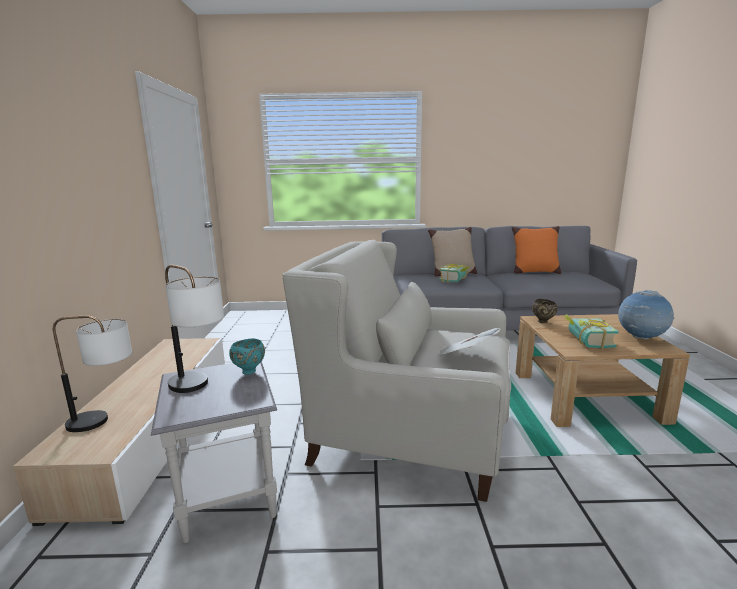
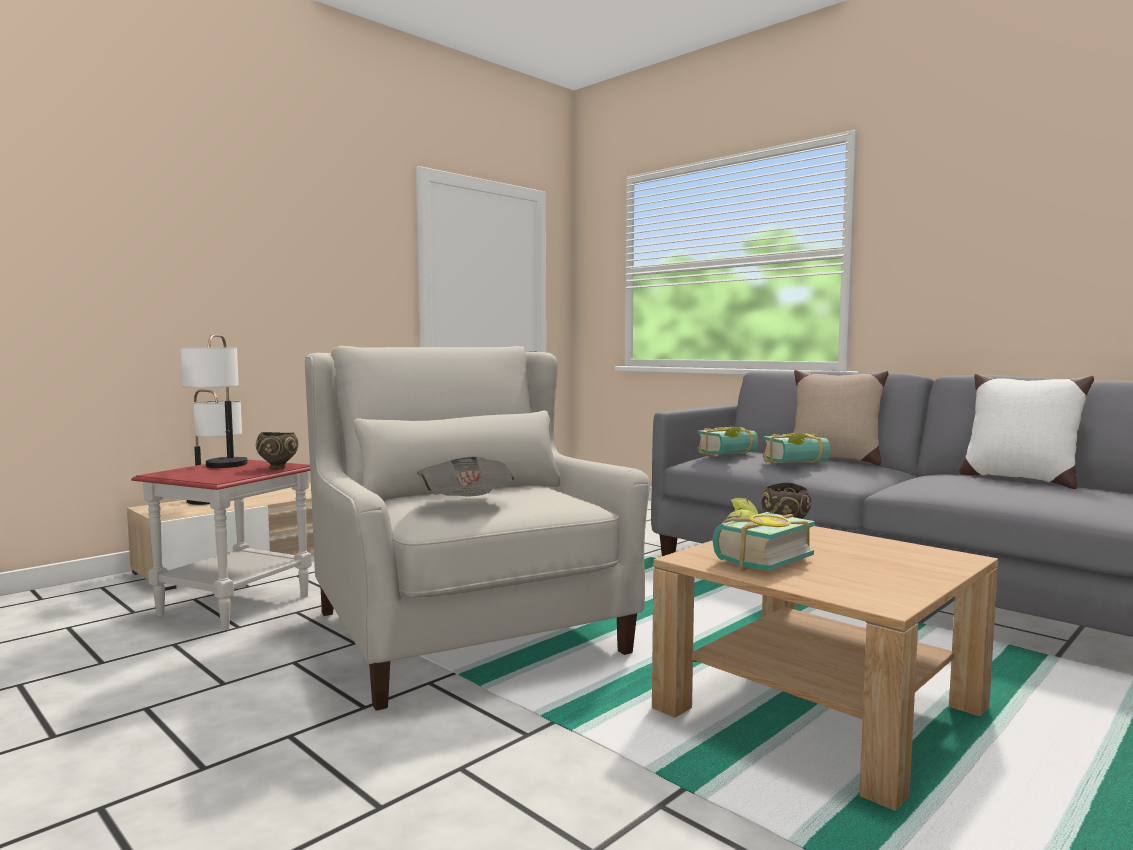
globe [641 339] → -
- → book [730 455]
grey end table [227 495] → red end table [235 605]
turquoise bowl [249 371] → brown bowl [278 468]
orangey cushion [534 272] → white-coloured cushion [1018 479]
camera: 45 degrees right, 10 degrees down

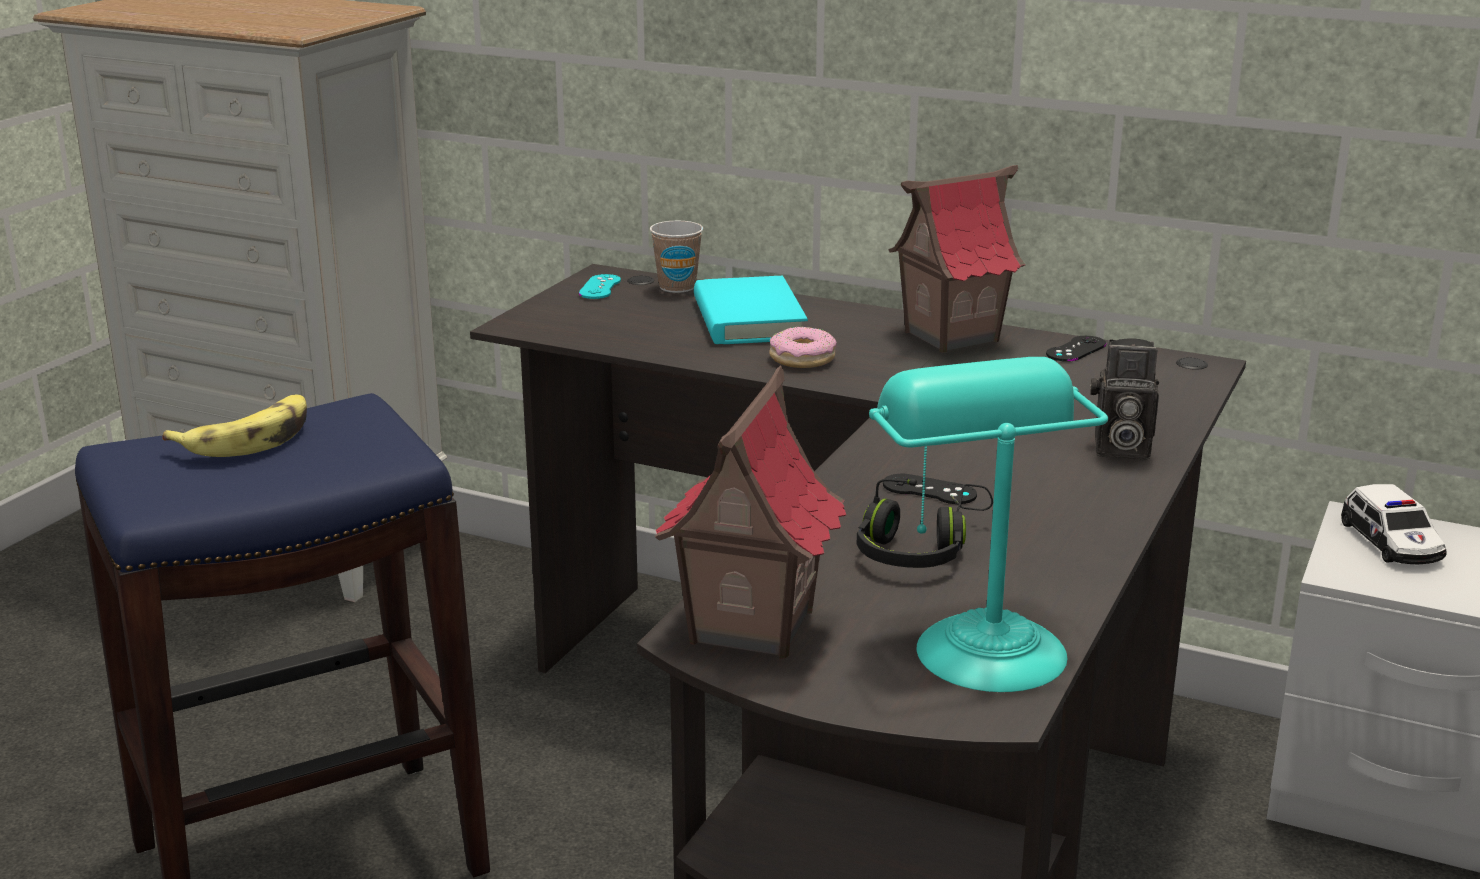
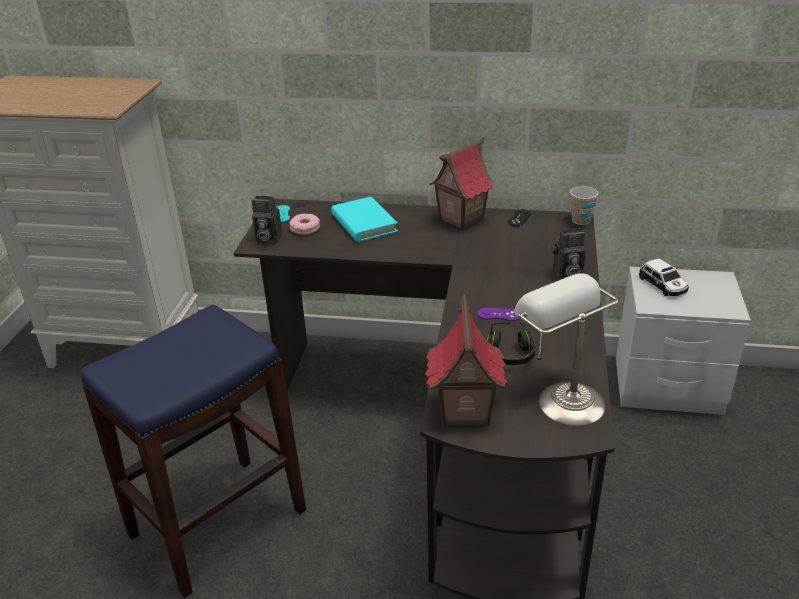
banana fruit [249 439] → -
- → still camera [267 239]
drinking cup [677 287] → drinking cup [581 220], move
donut [802 358] → donut [305 229], move
turquoise table lamp [974 636] → white-coloured table lamp [560 396]
black joypad [929 490] → purple joypad [499 314]
camera: 15 degrees left, 10 degrees up

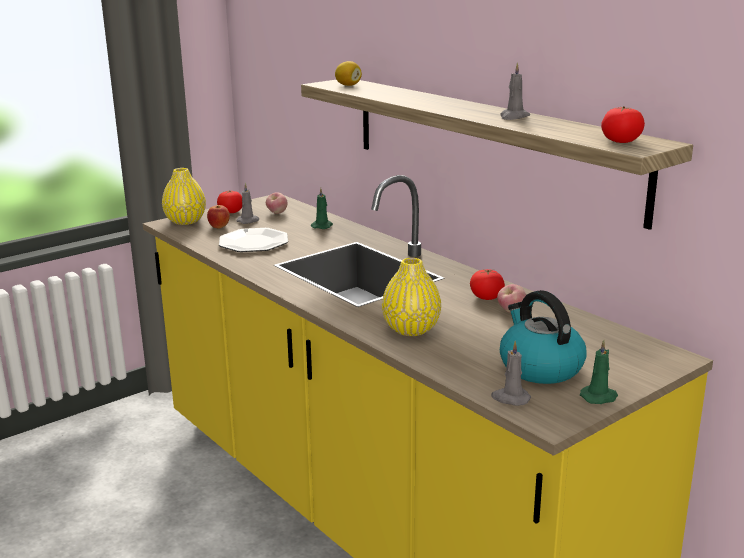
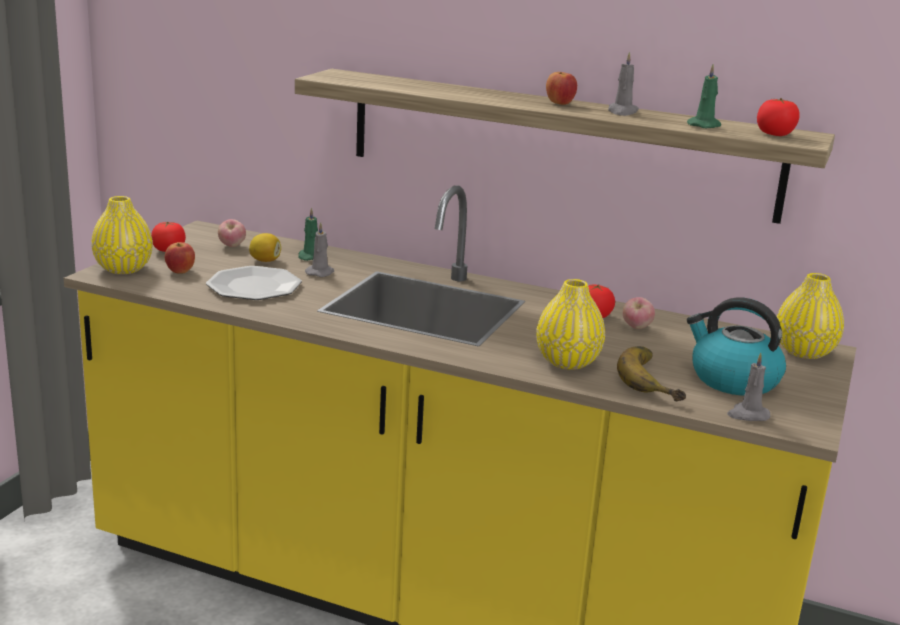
- → apple fruit [560 103]
- → banana fruit [656 380]
- → yellowish decorative vase [804 352]
grey candle [248 221] → grey candle [320 272], move
citrus fruit [348 85] → citrus fruit [265 260], move
green-coloured candle [599 397] → green-coloured candle [704 126], move
camera: 30 degrees left, 0 degrees up

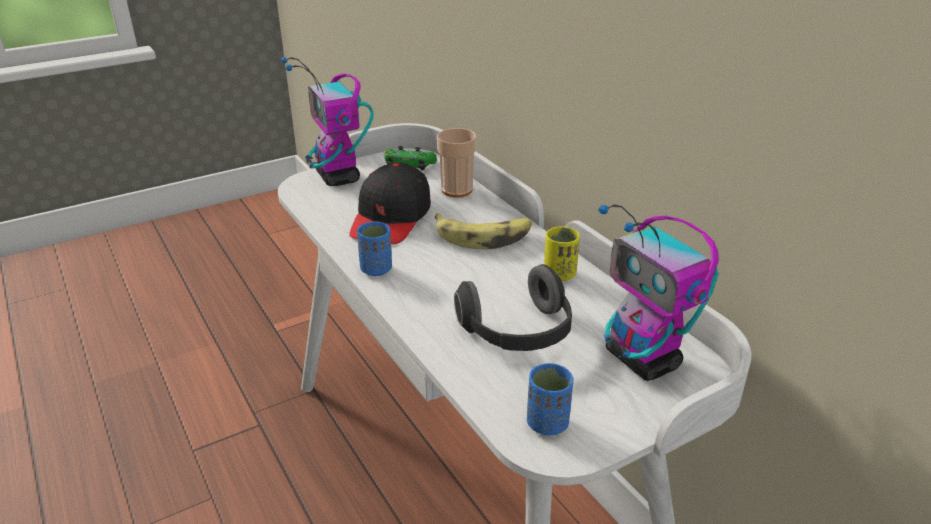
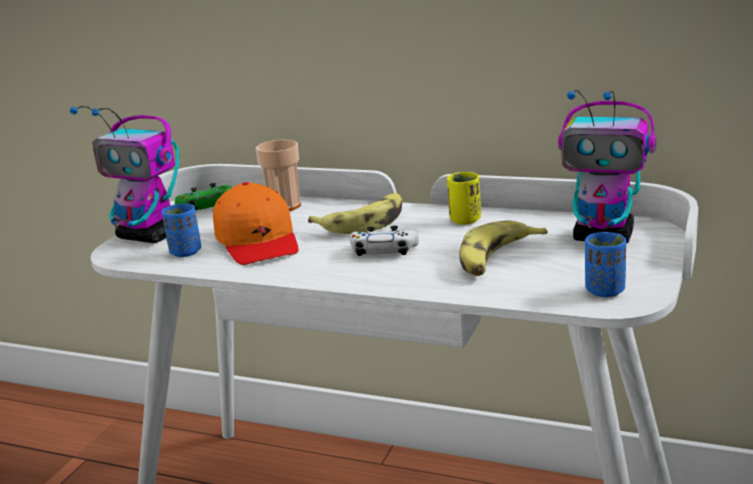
- → white-coloured joypad [384 251]
blue drinking cup [376 269] → blue drinking cup [185 252], move
headphones [518 333] → banana fruit [497 259]
black peaked cap [391 218] → orangey peaked cap [258 241]
camera: 35 degrees left, 10 degrees down

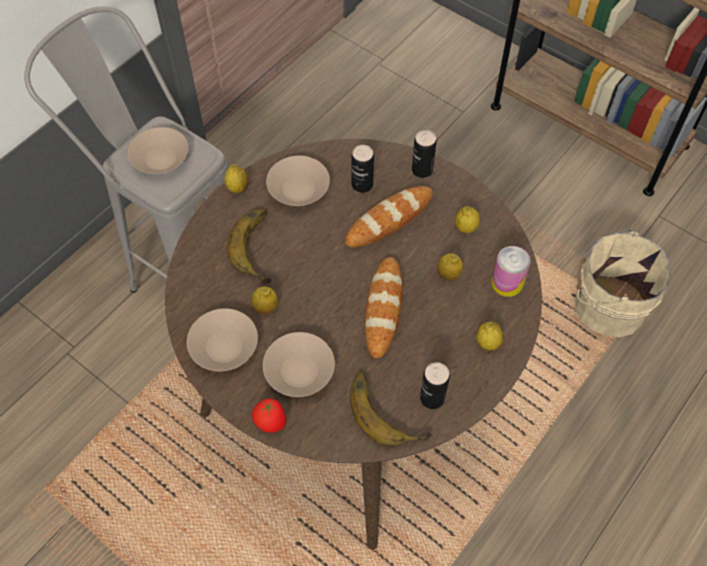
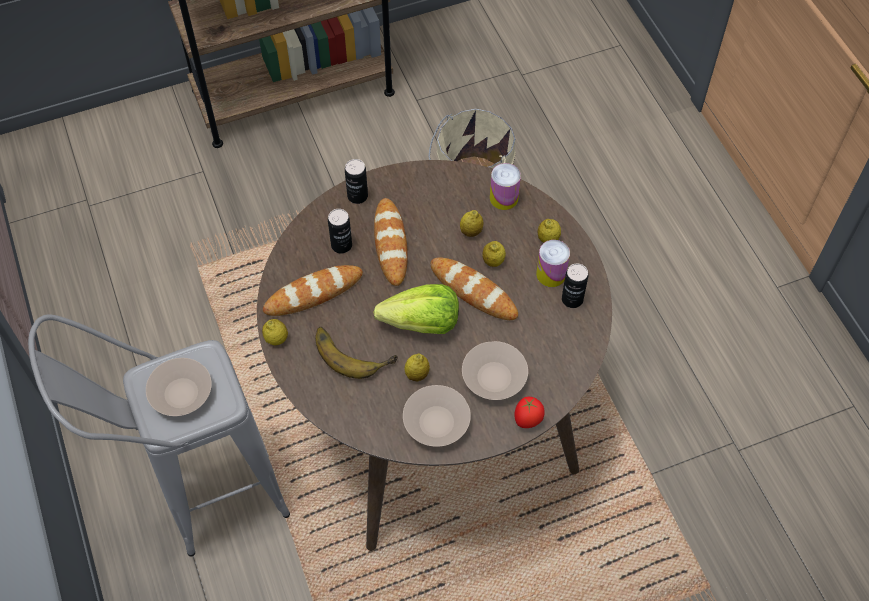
banana fruit [388 409] → -
- → lettuce head [422 324]
- → can [551 274]
citrus fruit [466 228] → citrus fruit [493 261], move
sand-coloured bowl [299 190] → bakery bread [313 293]
camera: 60 degrees left, 0 degrees up

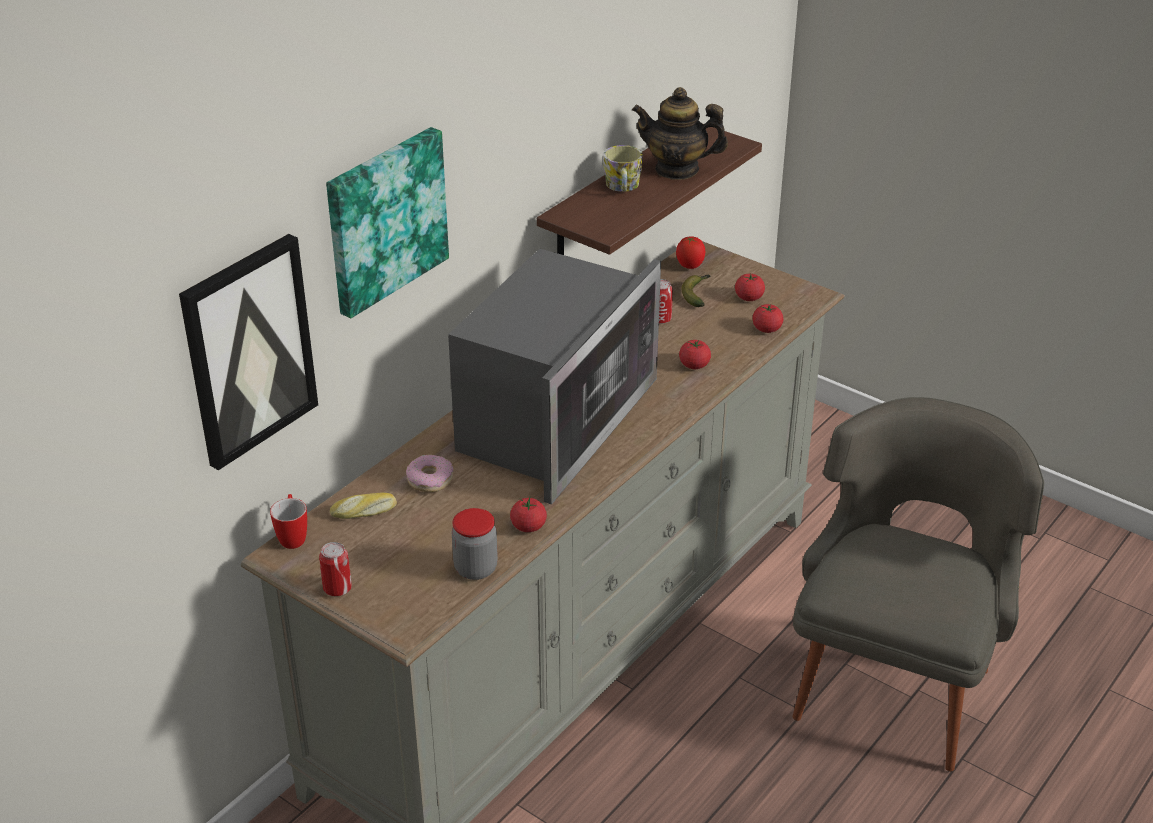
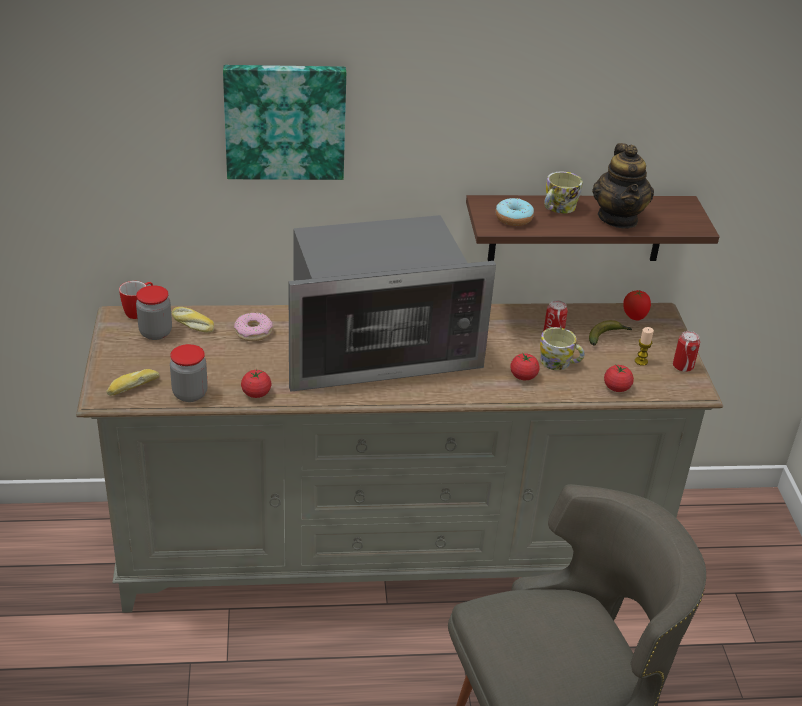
wall picture [248 350] → -
- → bakery bread [133 386]
- → jar [155 332]
- → donut [513 218]
- → tea mug [559 363]
can [337 588] → can [682 367], move
whole tomato [749 298] → candle [641 361]
tea pot [677 169] → tea pot [618 218], 150 degrees counterclockwise
camera: 45 degrees right, 0 degrees up

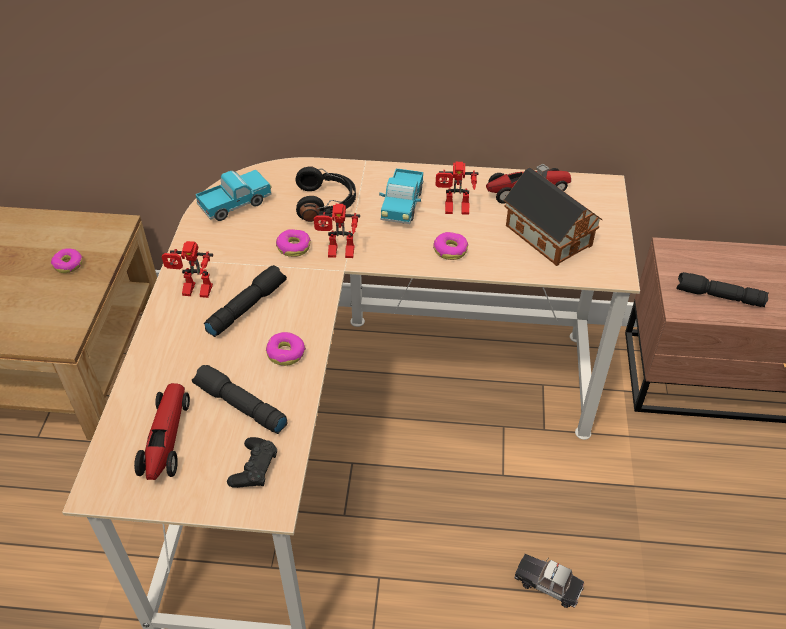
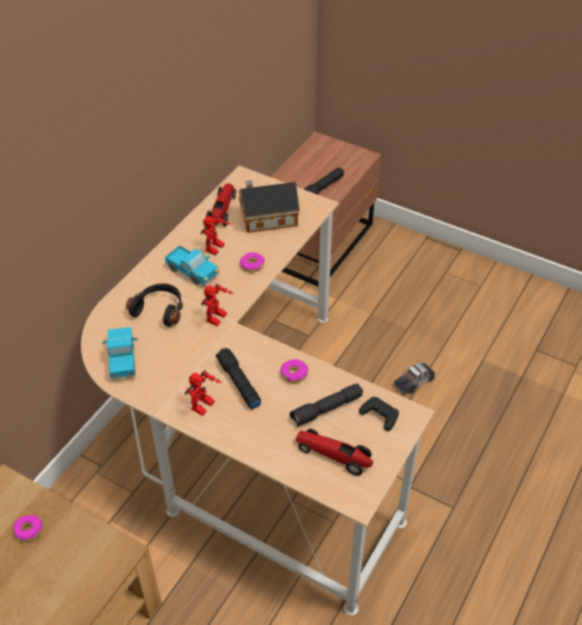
donut [294 247] → -
camera: 65 degrees left, 0 degrees up

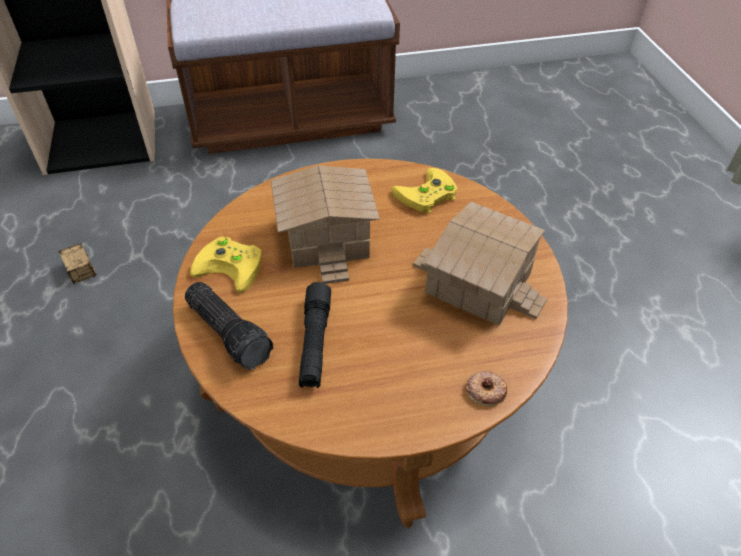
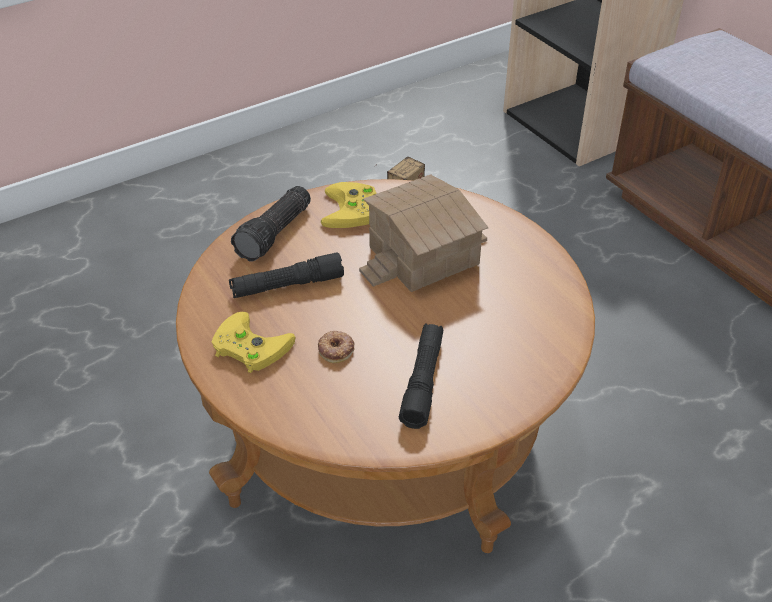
yellowish joypad [426 196] → yellowish joypad [248 346], move
donut [485 390] → donut [336 349], move
miniature house [479 281] → black flashlight [423 381]
camera: 70 degrees right, 5 degrees down

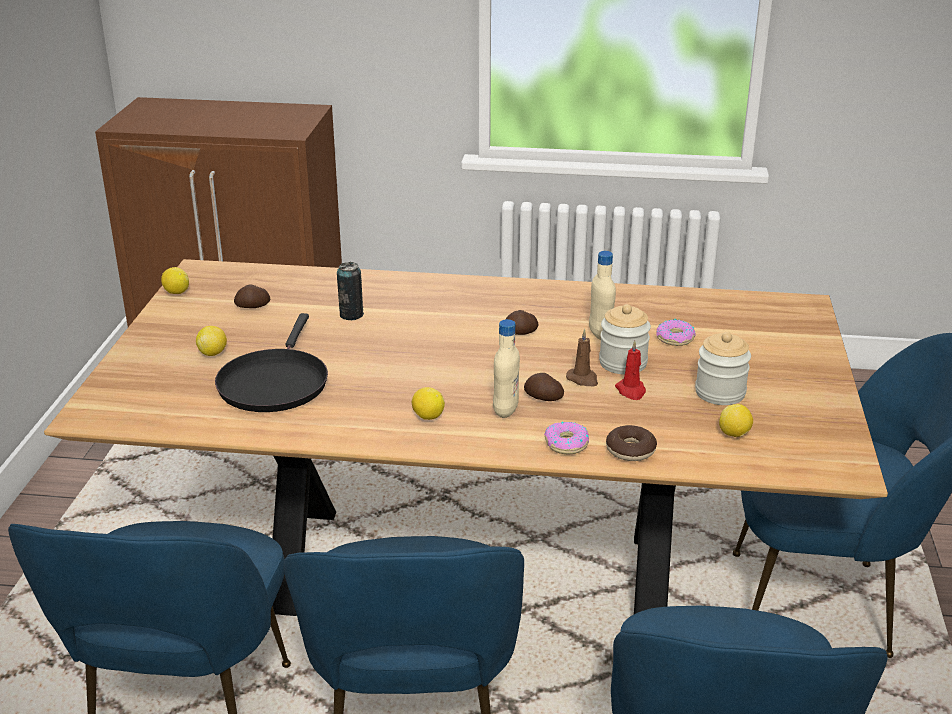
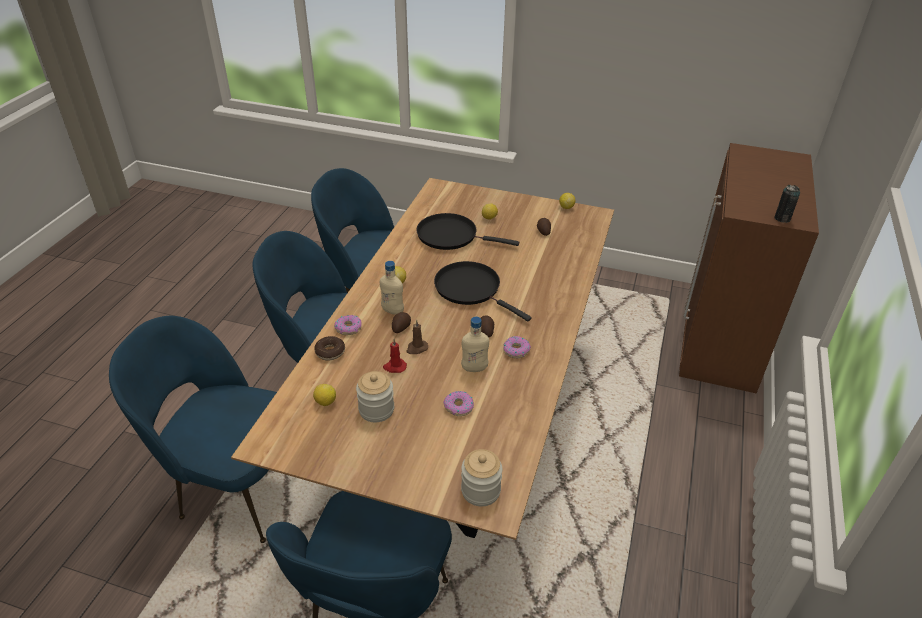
- → black skillet [471 289]
- → donut [516 350]
can [351 315] → can [782 218], move
jar [623 363] → jar [480 490], move
camera: 100 degrees right, 10 degrees up

